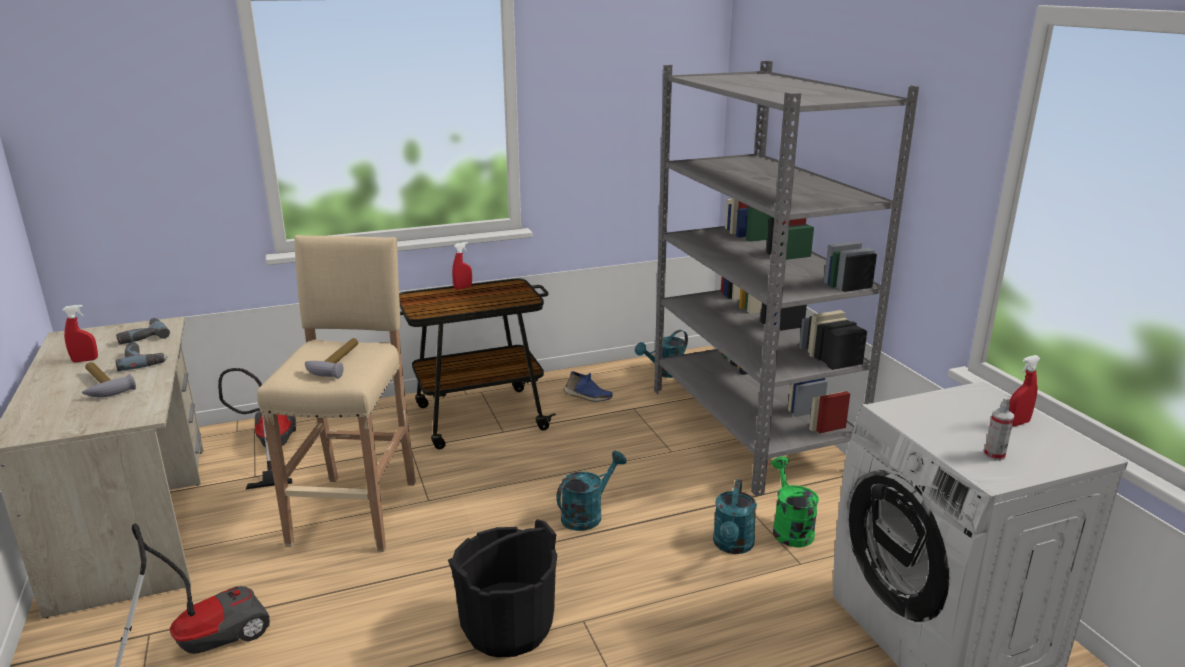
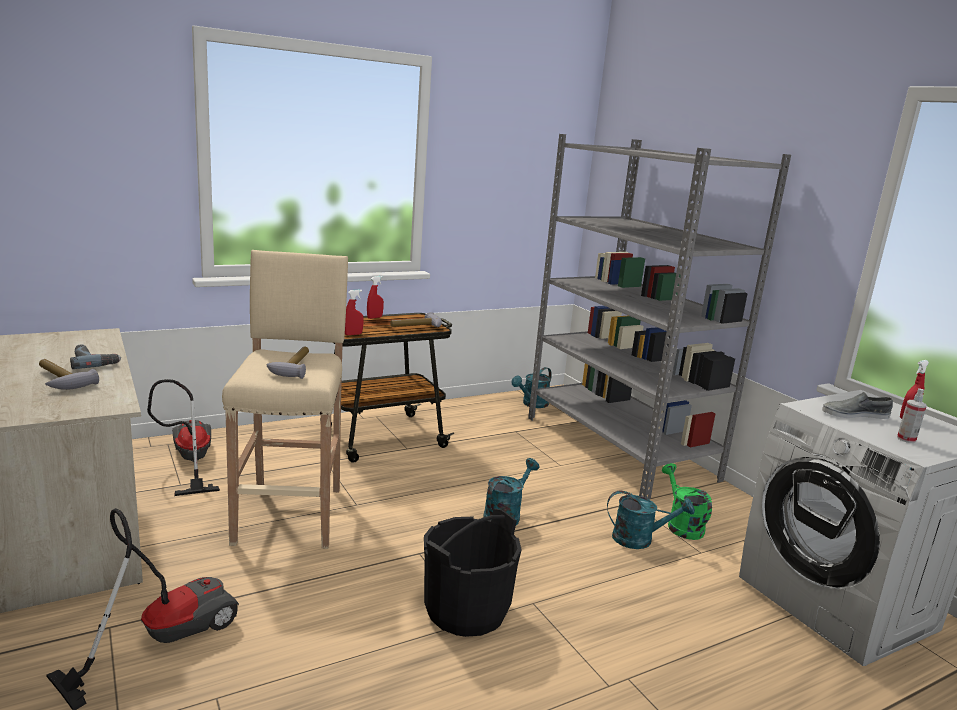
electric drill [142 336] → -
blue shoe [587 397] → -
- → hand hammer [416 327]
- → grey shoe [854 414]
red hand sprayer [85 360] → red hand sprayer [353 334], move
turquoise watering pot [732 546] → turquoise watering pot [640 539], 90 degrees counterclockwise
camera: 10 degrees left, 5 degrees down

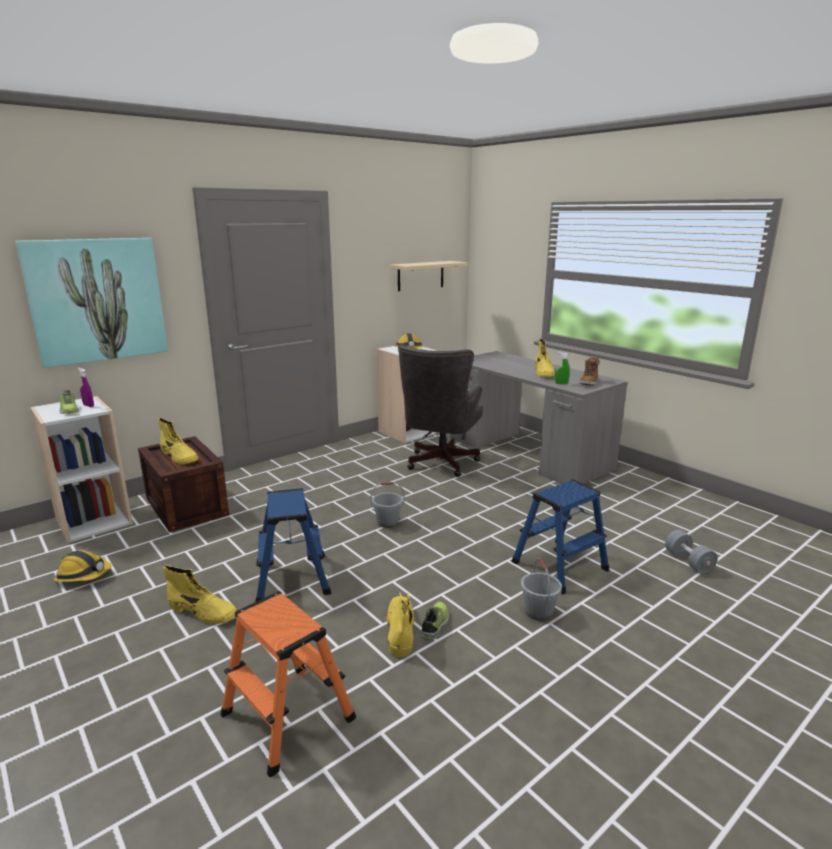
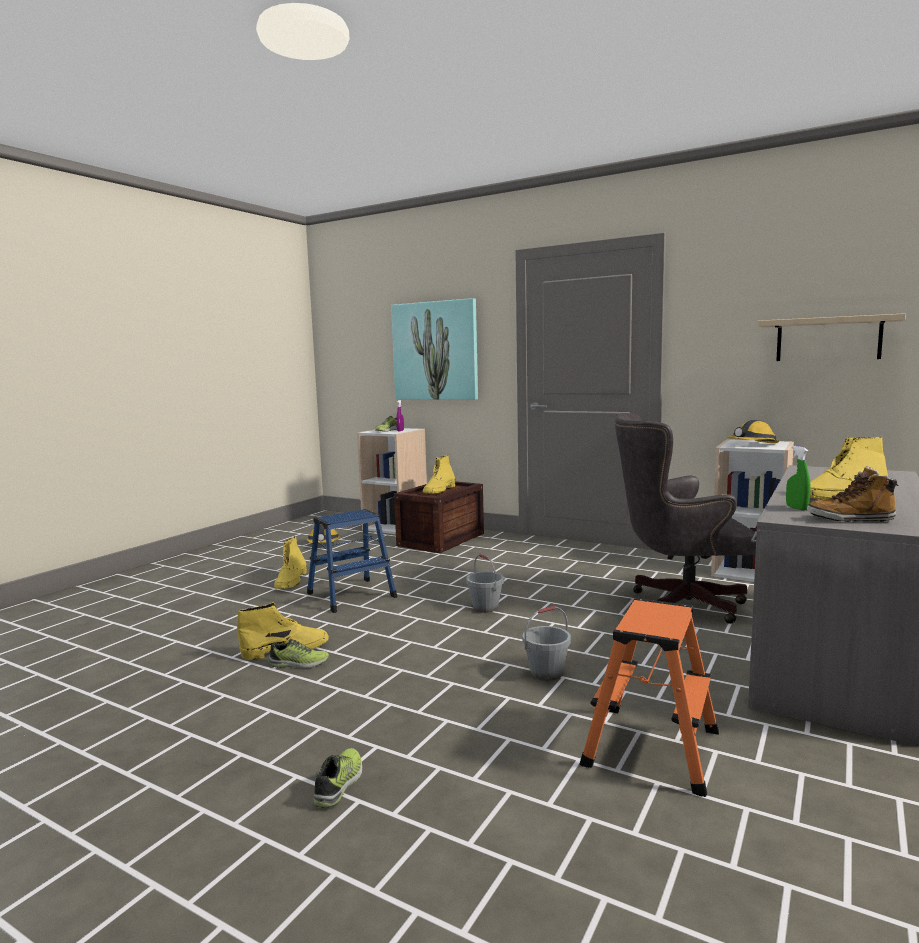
blue step stool [560 565] → -
grey dumbbell [688 562] → -
- → shoe [340 784]
orangey step stool [287 716] → orangey step stool [651 747], move
grey bucket [539 612] → grey bucket [546 673], move
camera: 70 degrees right, 10 degrees down

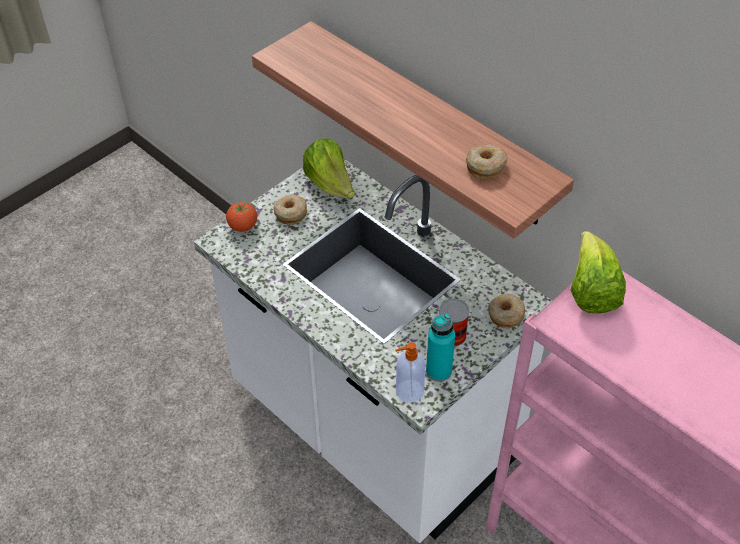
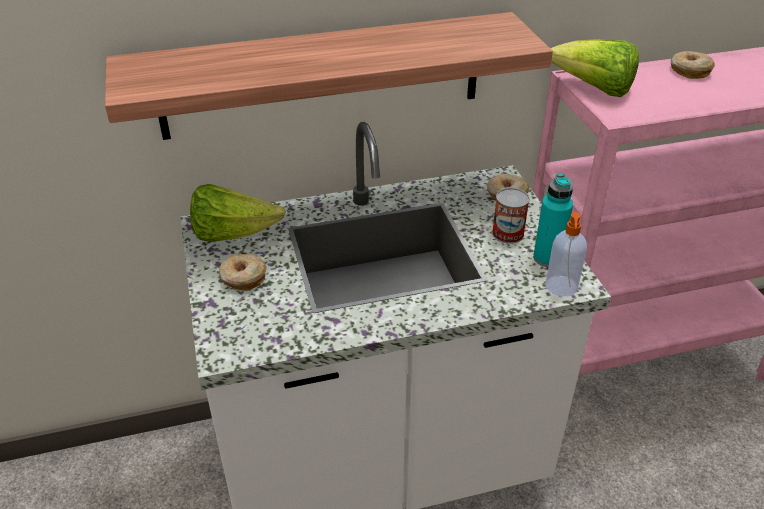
whole tomato [243 226] → -
donut [485 166] → donut [689 71], move
camera: 60 degrees left, 10 degrees down

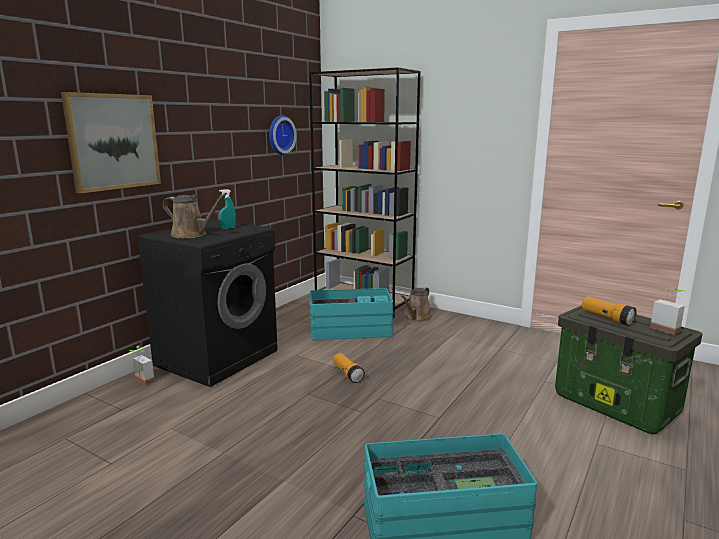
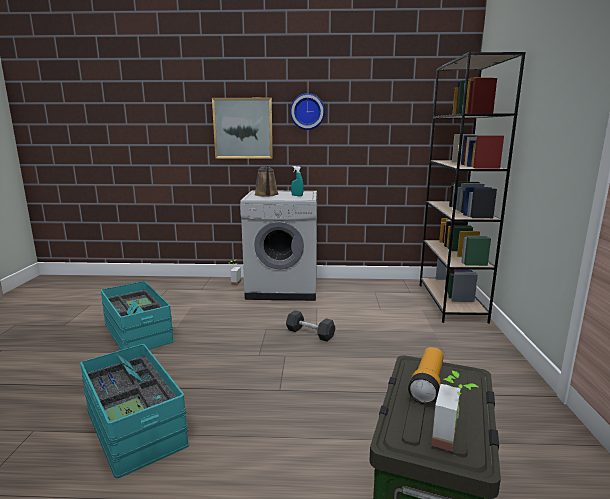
brown watering pot [417 318] → -
clock on the wall [279 135] → clock on the wall [307 111], move
turquoise storage bin [350 329] → turquoise storage bin [139 332], move
flashlight [348 374] → grey dumbbell [310 333]
black laundry appliance [219 358] → white-coloured laundry appliance [283 289]
camera: 60 degrees right, 0 degrees up

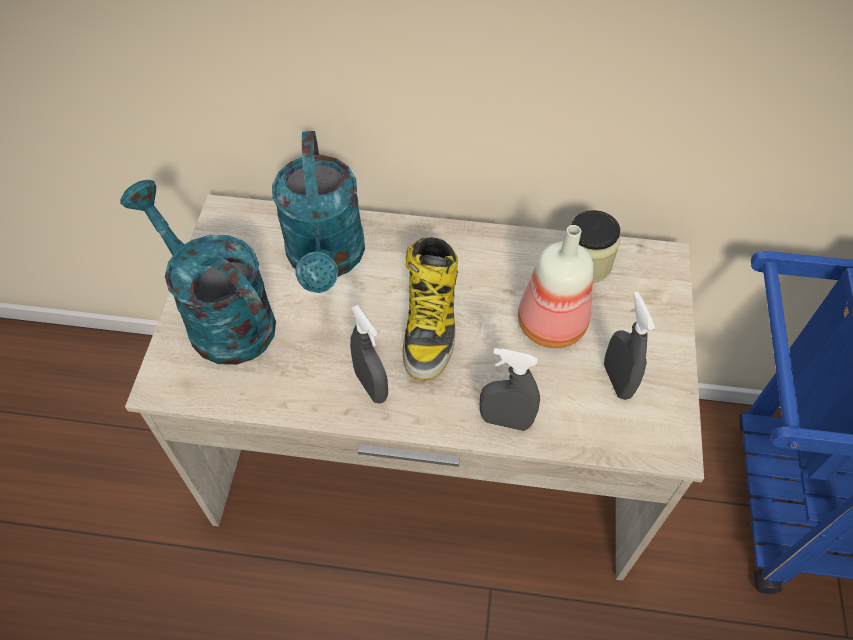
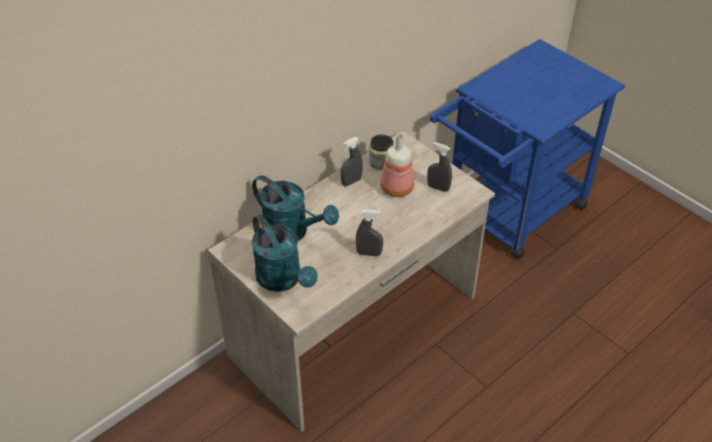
high-top boot [430 322] → -
grey hand sprayer [505 421] → grey hand sprayer [351 182], move
turquoise watering pot [220 316] → turquoise watering pot [283 280], 120 degrees counterclockwise
camera: 50 degrees left, 10 degrees down

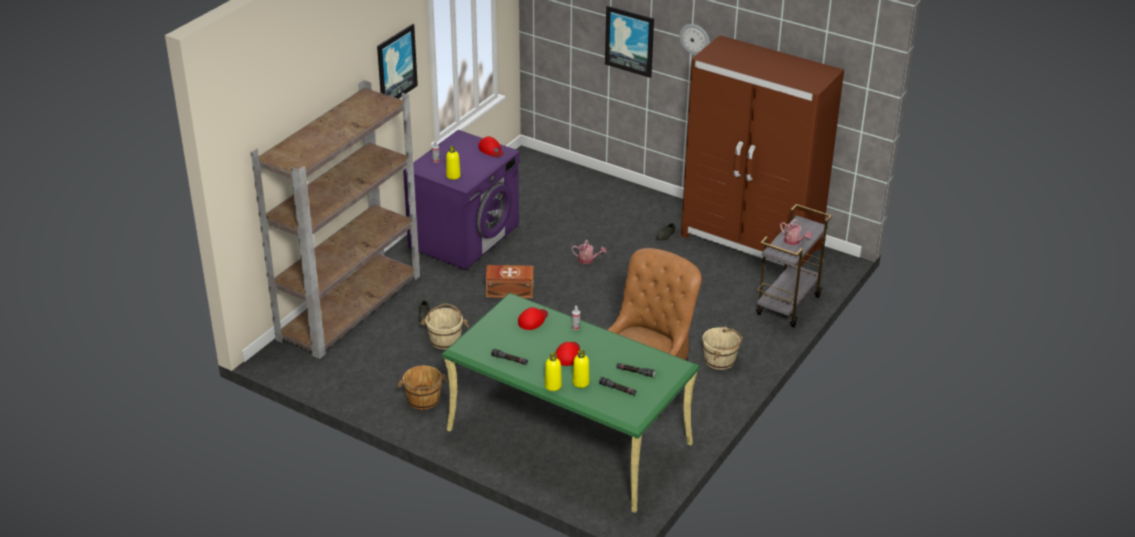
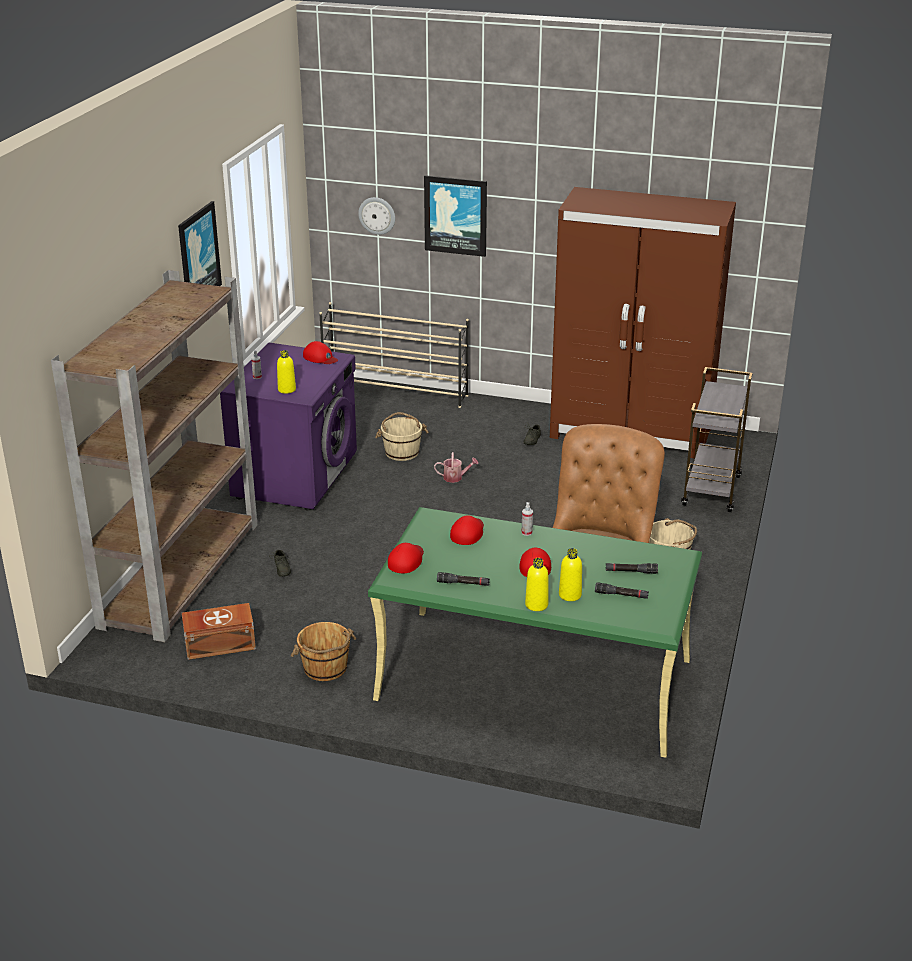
watering pot [794 241] → -
- → sand-coloured shoe rack [396 392]
- → red peaked cap [406 560]
sand-coloured bucket [445 339] → sand-coloured bucket [402 452], move
brown storage bin [509 290] → brown storage bin [218 644], move
clock on the wall [695 39] → clock on the wall [377 215], move
camera: 15 degrees left, 5 degrees down

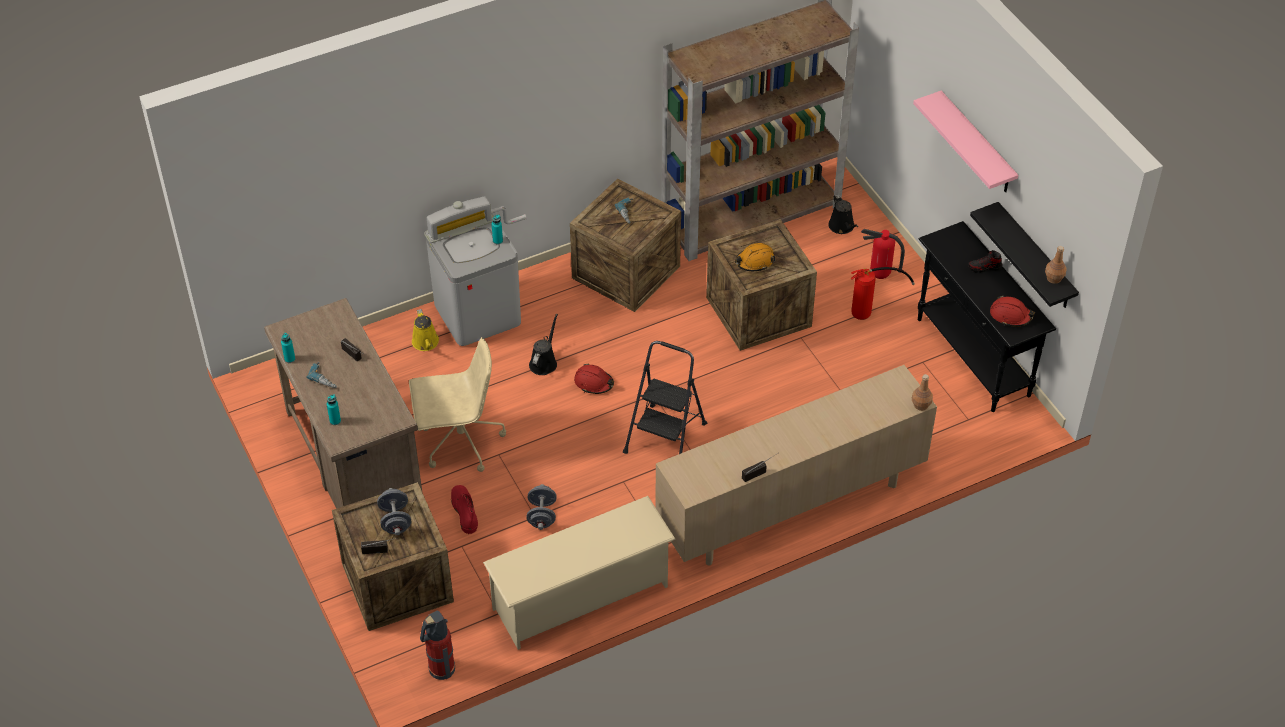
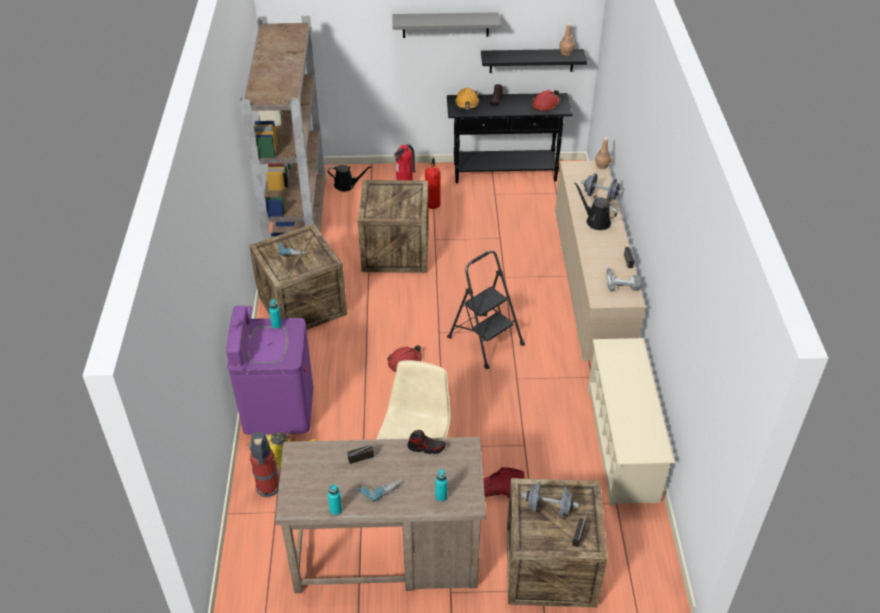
- → shoe [426 447]
- → electric drill [621 282]
fire-fighting cylinder [440 669] → fire-fighting cylinder [268 488], move
grey dumbbell [542 515] → grey dumbbell [600 196], move
black watering pot [544 362] → black watering pot [596 221], move
orangey hard hat [755 261] → orangey hard hat [467 104], move
grey laundry appliance [479 314] → purple laundry appliance [278 408]
pink-coloured bracket shelf [977 144] → grey bracket shelf [445 25]
camera: 65 degrees left, 5 degrees down

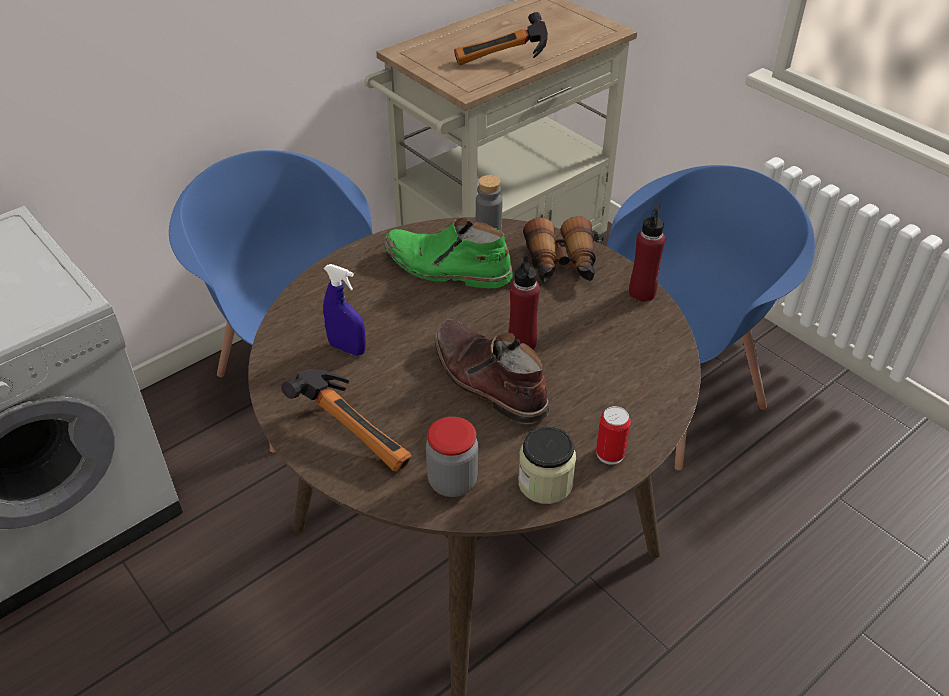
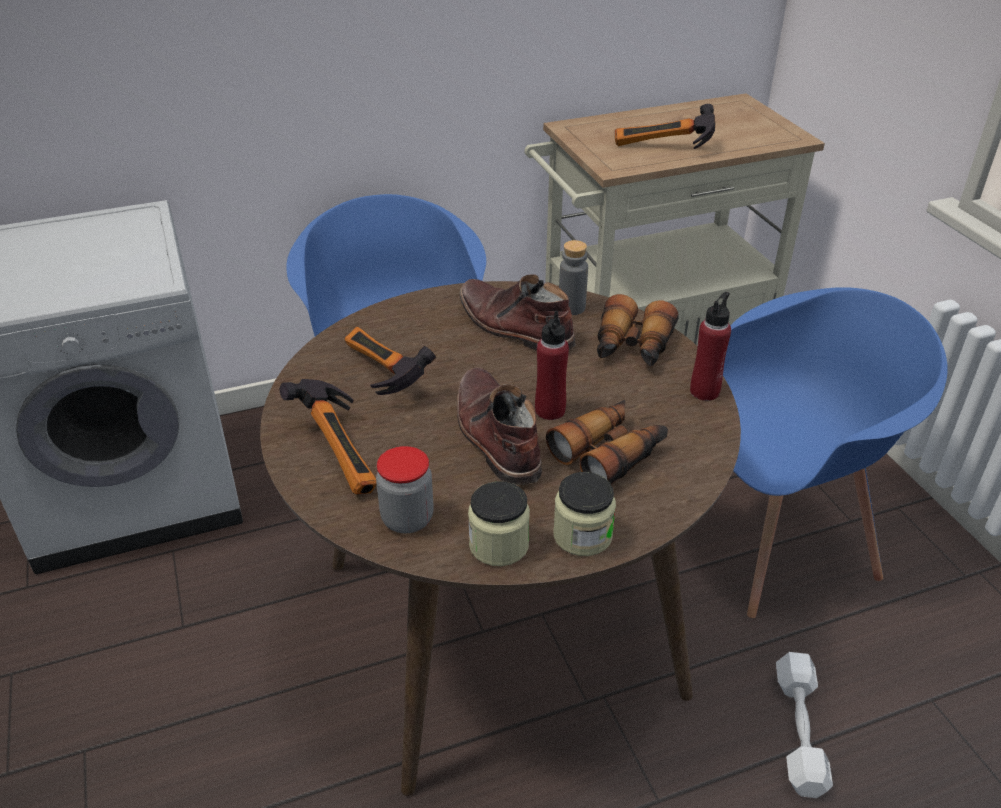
- → field glasses [610 453]
- → white-coloured dumbbell [799 731]
blue hand sprayer [347 348] → hand hammer [378 376]
can [610 454] → jar [582 535]
green-coloured high-top boot [446 268] → brown high-top boot [513 327]
camera: 20 degrees right, 5 degrees down

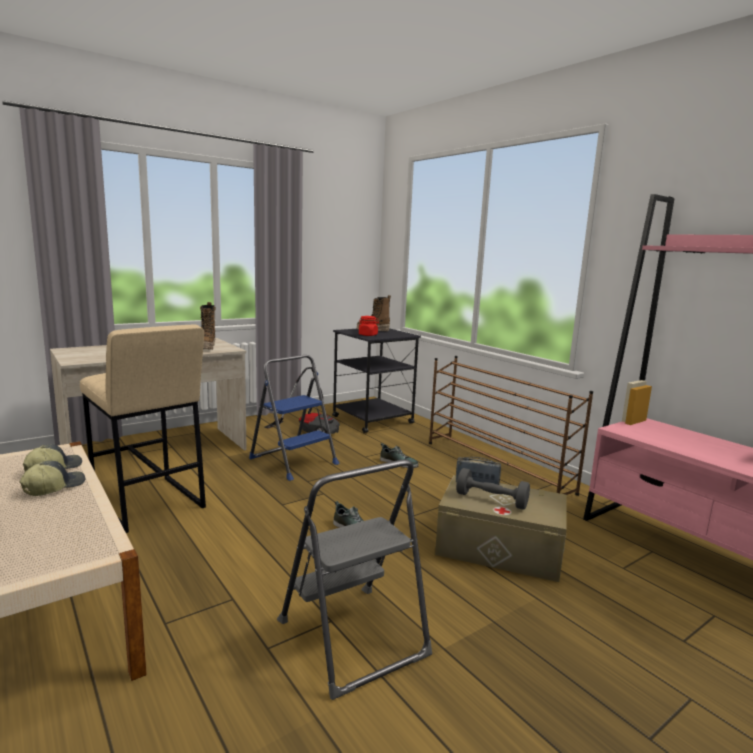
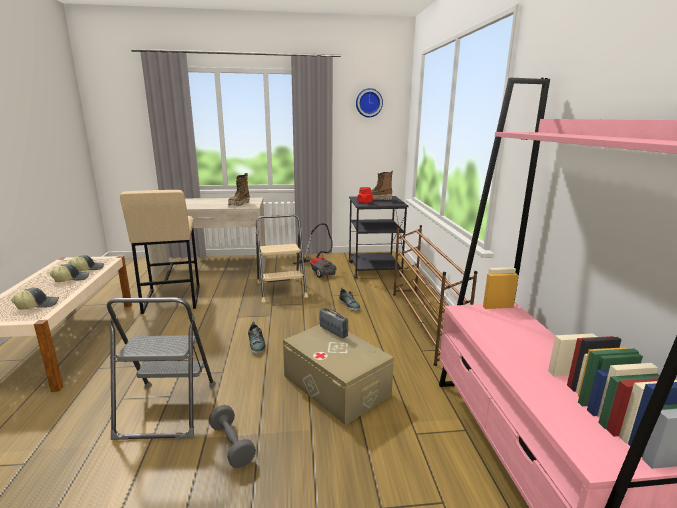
- → peaked cap [38 305]
- → clock on the wall [368 103]
grey dumbbell [491 500] → grey dumbbell [232 444], move
blue step stool [292 460] → sand-coloured step stool [281 288]
camera: 30 degrees right, 5 degrees up

